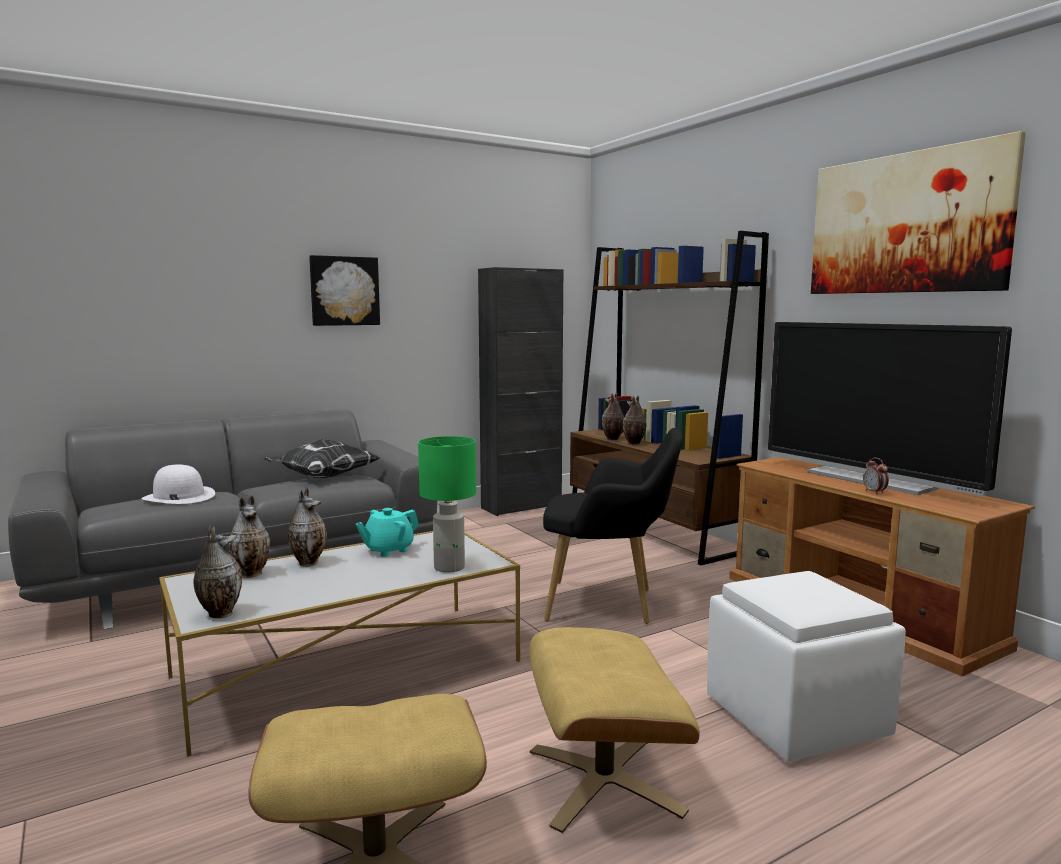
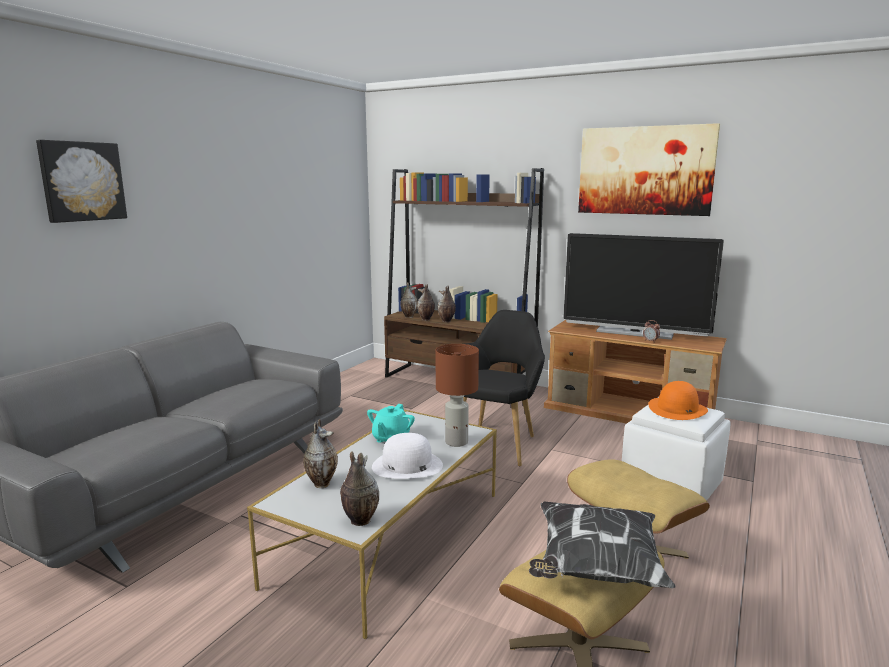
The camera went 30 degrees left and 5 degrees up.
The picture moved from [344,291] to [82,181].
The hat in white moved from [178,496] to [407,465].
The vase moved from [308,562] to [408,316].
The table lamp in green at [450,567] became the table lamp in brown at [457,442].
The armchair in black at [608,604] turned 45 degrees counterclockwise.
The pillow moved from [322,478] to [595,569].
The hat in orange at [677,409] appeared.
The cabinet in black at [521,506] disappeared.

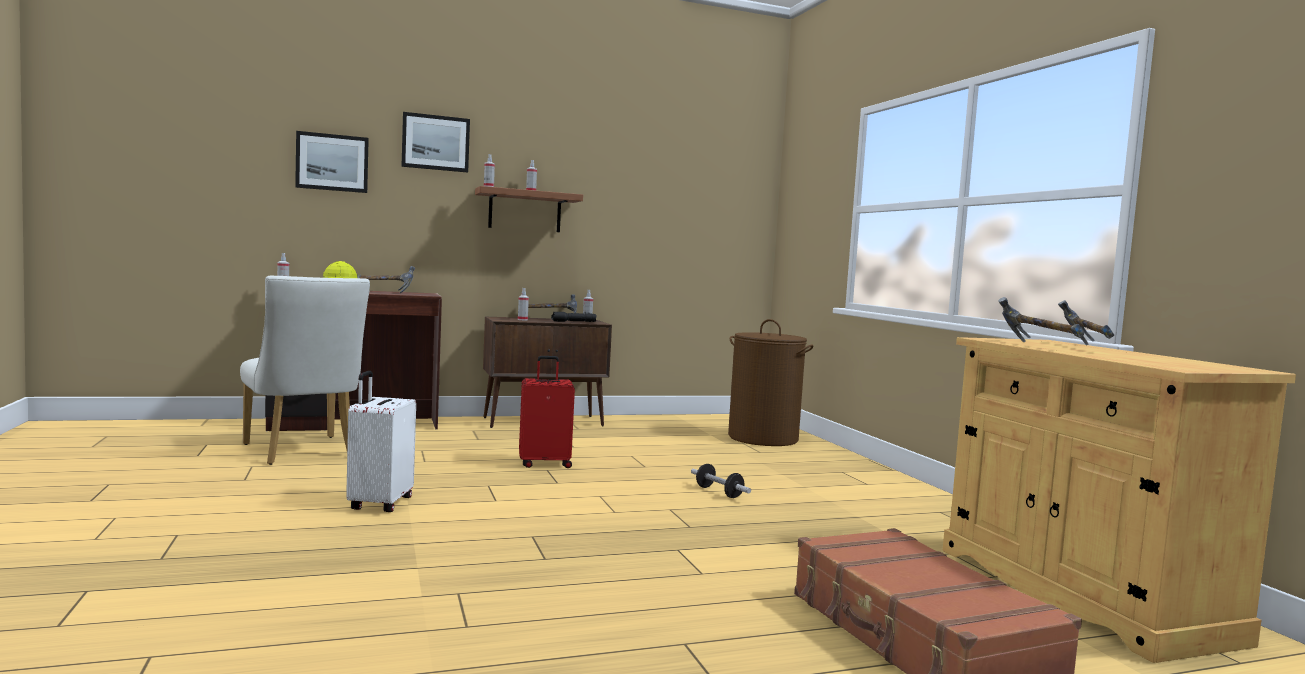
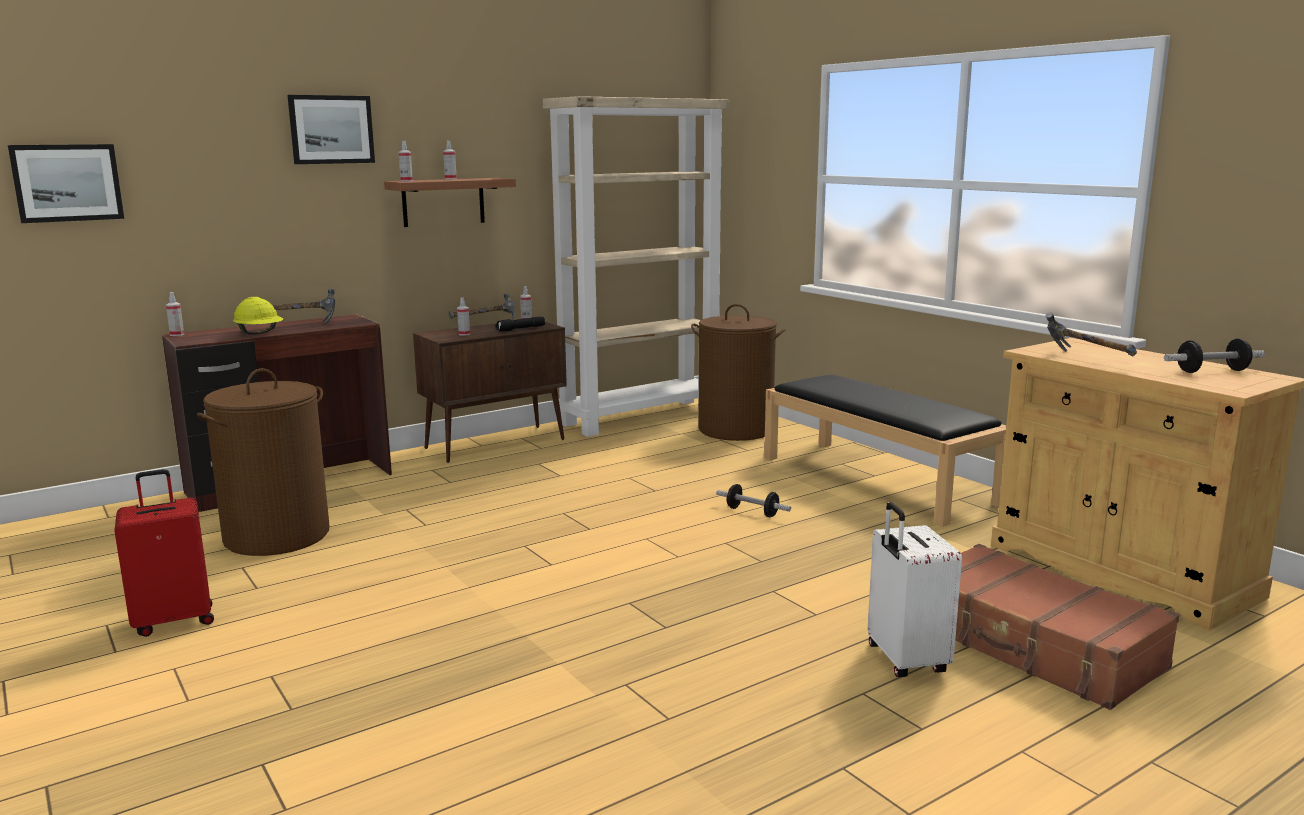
The camera went 15 degrees left and 10 degrees up.
The picture moved from [332,162] to [67,182].
The suitcase in red moved from [545,463] to [174,620].
The chair in white at [302,452] was replaced by the laundry basket in brown at [277,536].
The bookcase in beige at [641,417] appeared.
The bench in black at [878,480] appeared.
The suitcase in white moved from [379,504] to [904,660].
The dumbbell at [1212,371] appeared.
The hammer at [1085,347] disappeared.

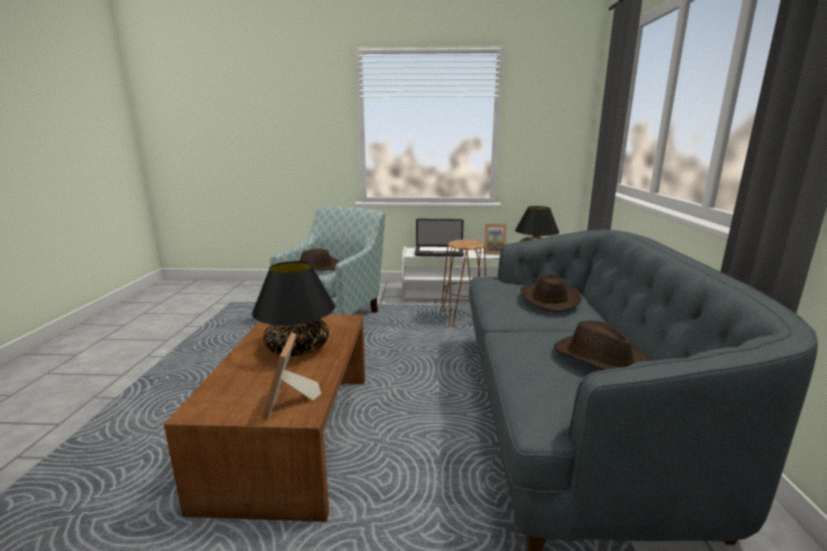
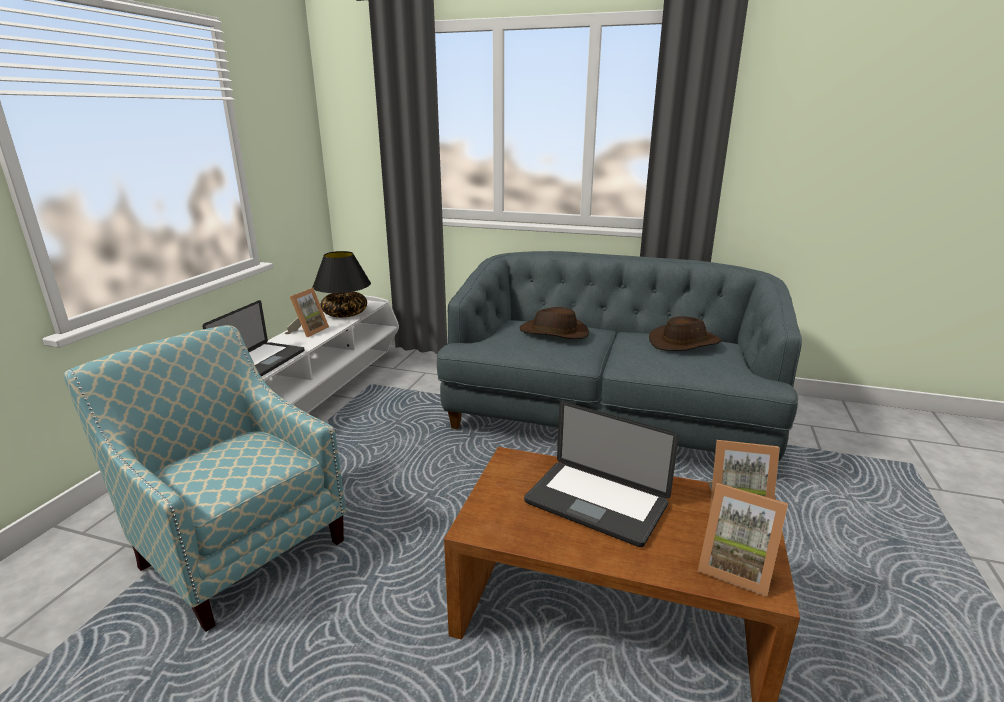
The camera went 75 degrees left and 5 degrees up.
The table lamp in black at [298,348] was replaced by the laptop at [596,503].
The picture frame at [735,567] appeared.
The hat in brown at [315,267] disappeared.
The stool in brown at [463,318] disappeared.

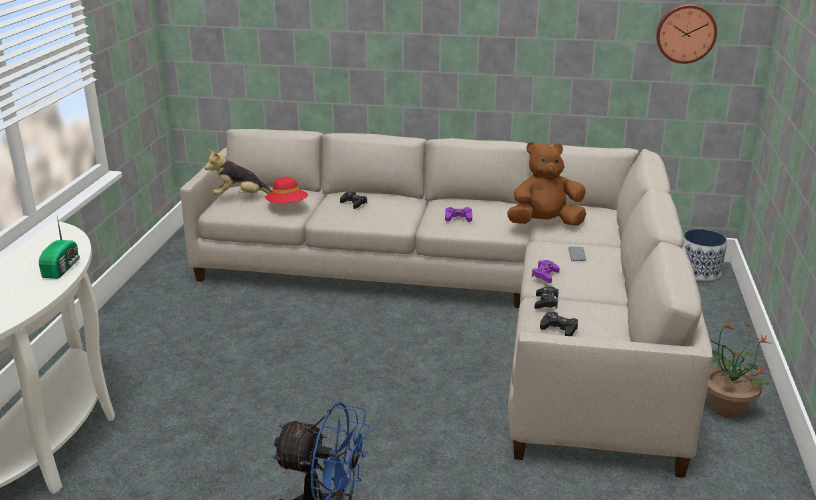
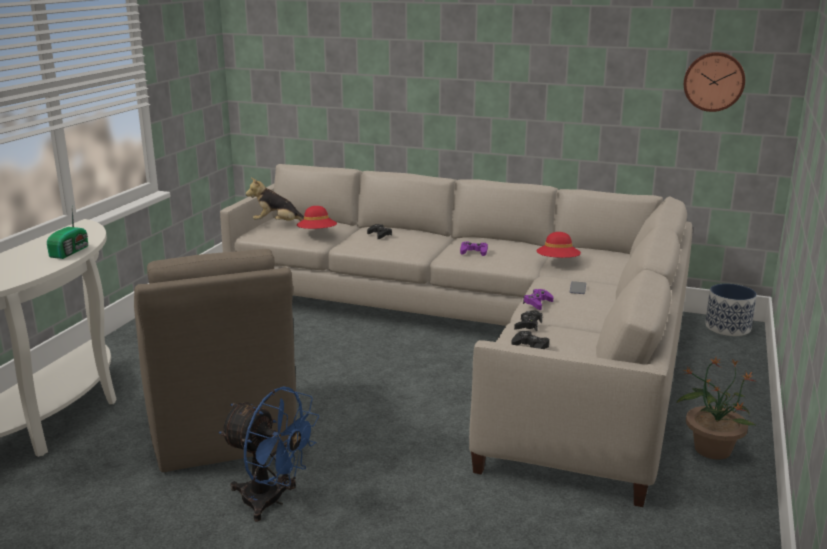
The camera went 10 degrees right and 5 degrees down.
The armchair in brown at [221,431] appeared.
The plush toy in brown at [544,224] was replaced by the hat in red at [558,262].

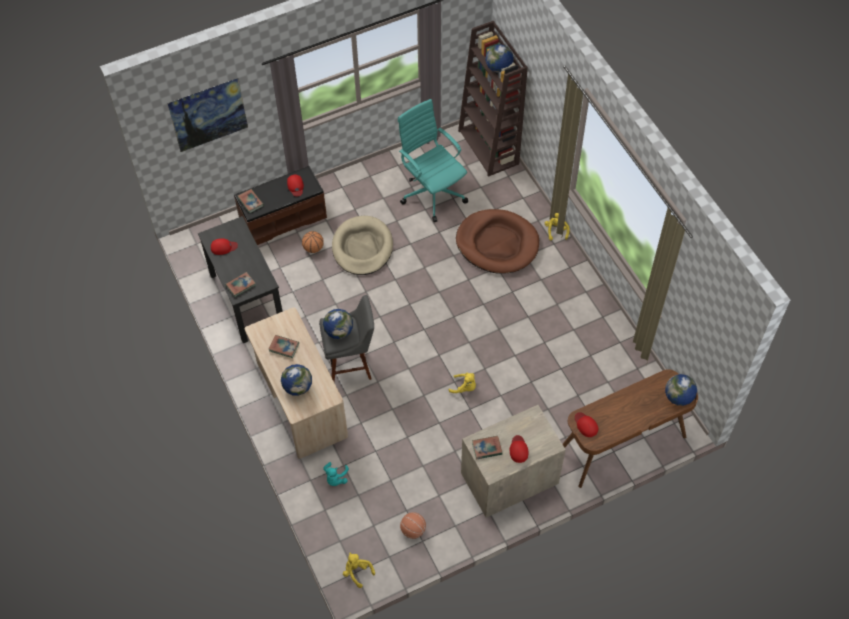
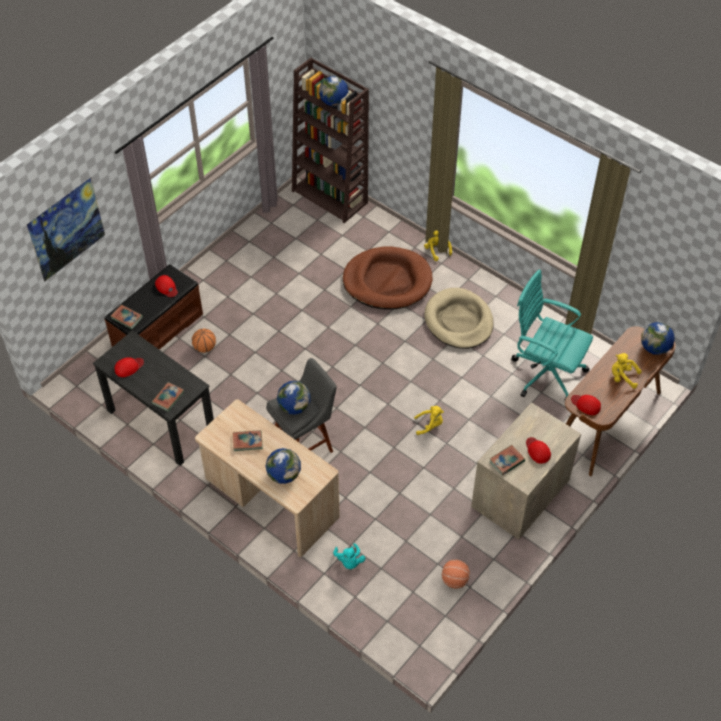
The camera went 25 degrees left and 5 degrees down.
The dog bed in beige moved from [362,247] to [458,321].
The office chair in turquoise moved from [432,192] to [545,372].
The plush toy in yellow moved from [357,572] to [622,377].

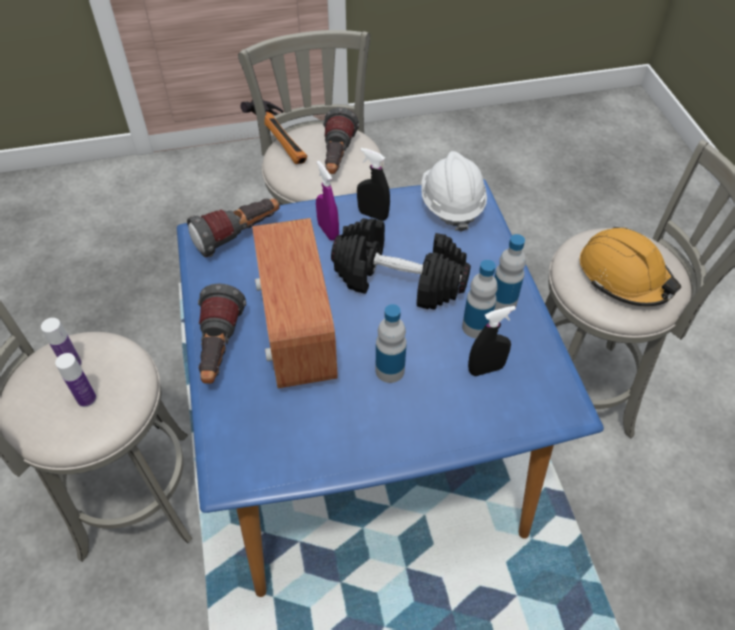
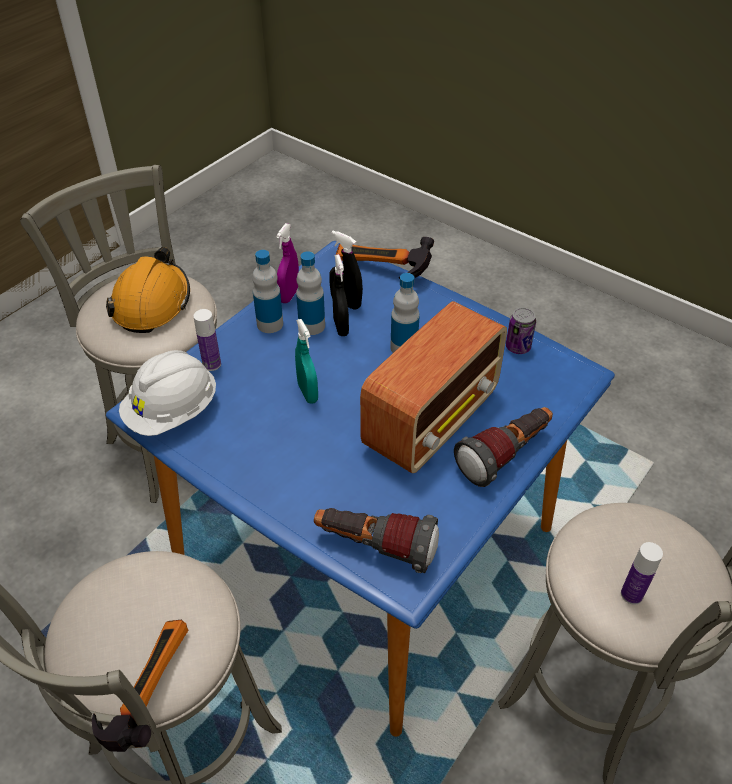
The camera went 130 degrees left and 5 degrees down.
The bottle moved from [87,399] to [212,364].
The spray bottle in purple moved from [328,231] to [289,295].
The dumbbell in black at [399,280] was replaced by the spray bottle in turquoise at [307,393].
The spray bottle in black moved from [373,215] to [341,327].
The hammer at [380,272] appeared.
The can at [518,347] appeared.
The flashlight at [337,159] disappeared.

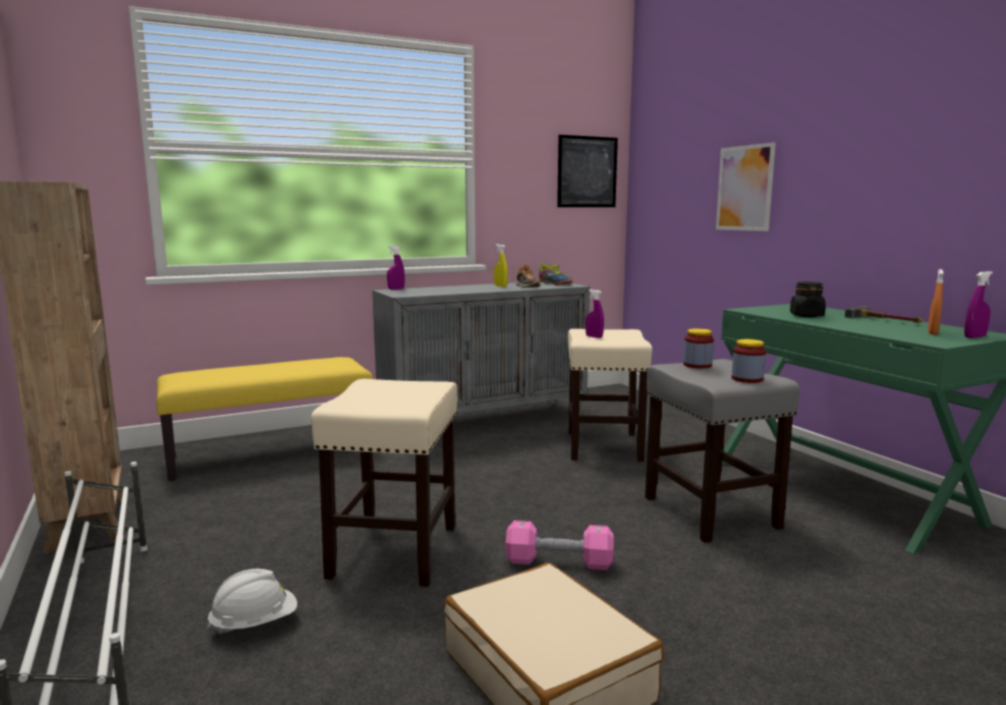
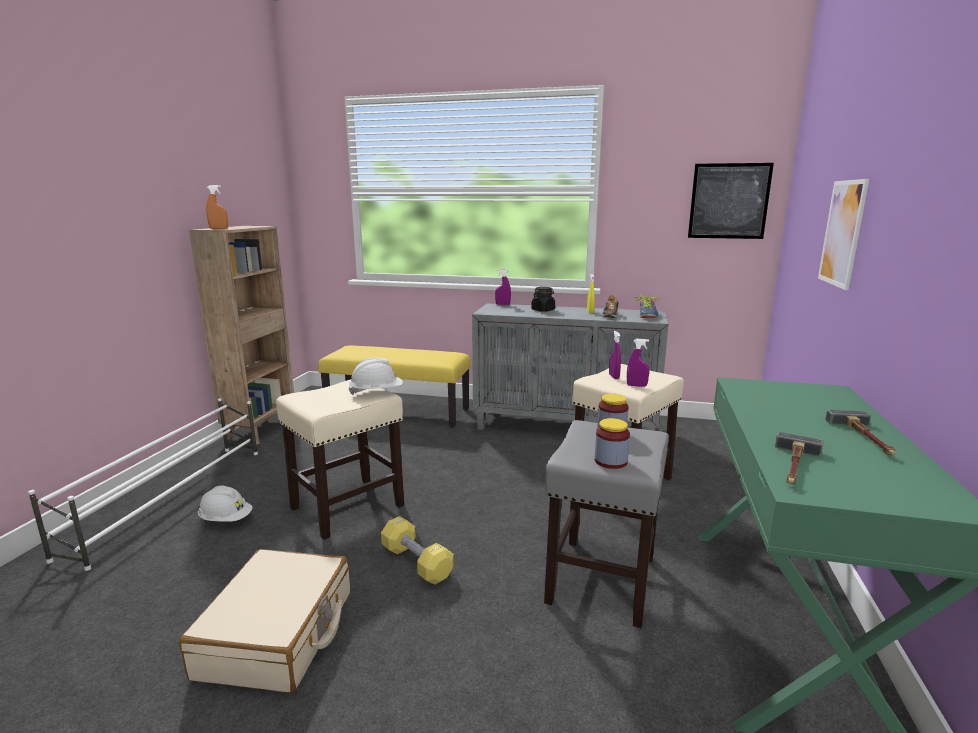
The camera went 40 degrees right and 5 degrees up.
The spray bottle in orange moved from [932,333] to [219,228].
The hard hat in white at [376,393] appeared.
The dumbbell in pink at [559,562] became the dumbbell in yellow at [416,562].
The jar in black moved from [806,316] to [543,310].
The spray bottle in purple moved from [975,337] to [636,385].
The hammer at [794,466] appeared.

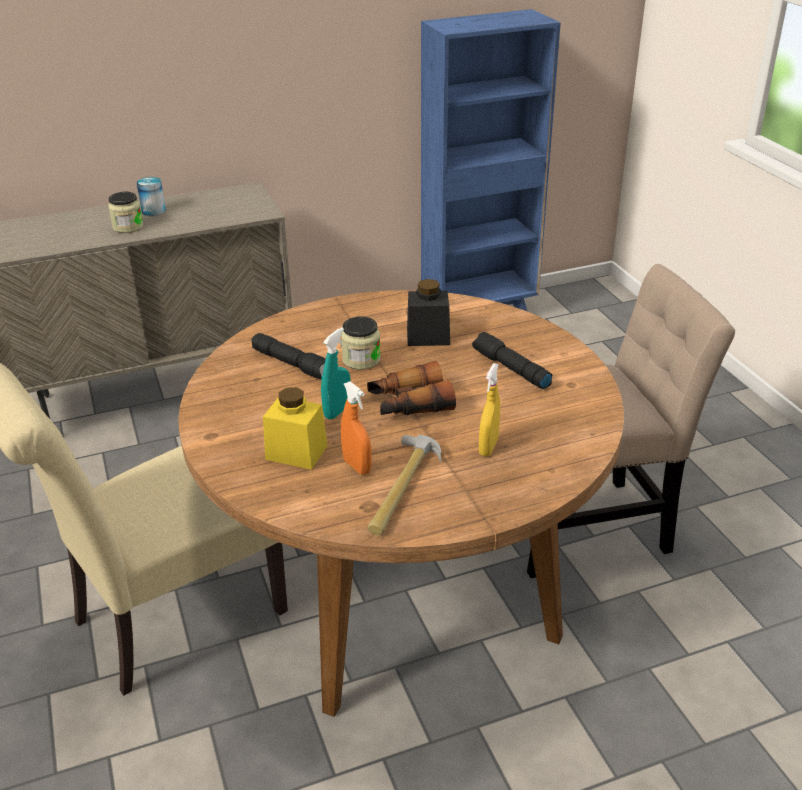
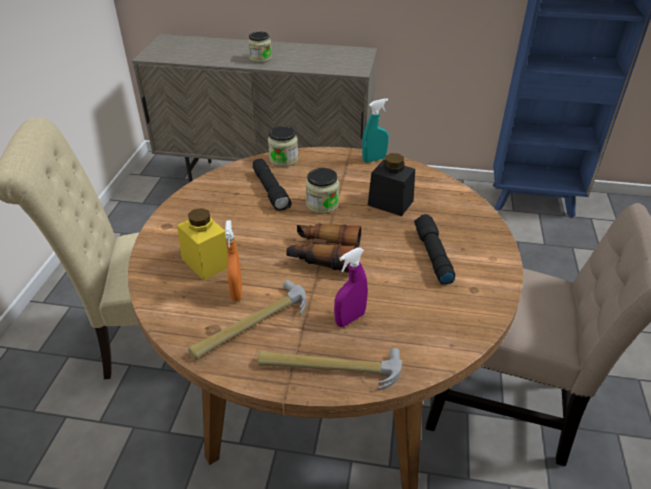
The camera went 30 degrees right and 5 degrees up.
The hammer at [329,367] appeared.
The jar at [283,159] appeared.
The spray bottle in yellow at [488,447] became the spray bottle in purple at [350,319].
The spray bottle in turquoise moved from [337,411] to [374,159].
The can at [153,211] disappeared.

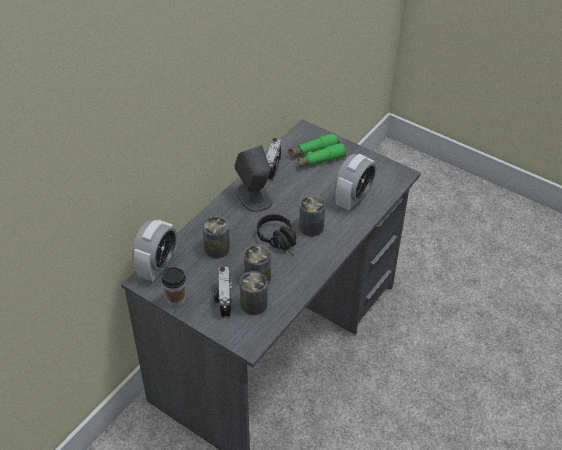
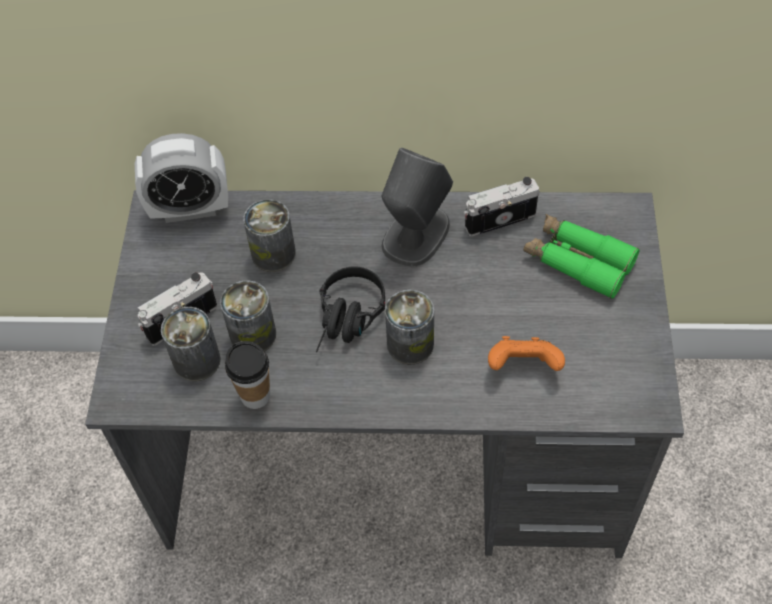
The camera went 60 degrees right and 10 degrees up.
The cup moved from [176,301] to [255,396].
The alarm clock at [353,199] was replaced by the game controller in orange at [523,366].

